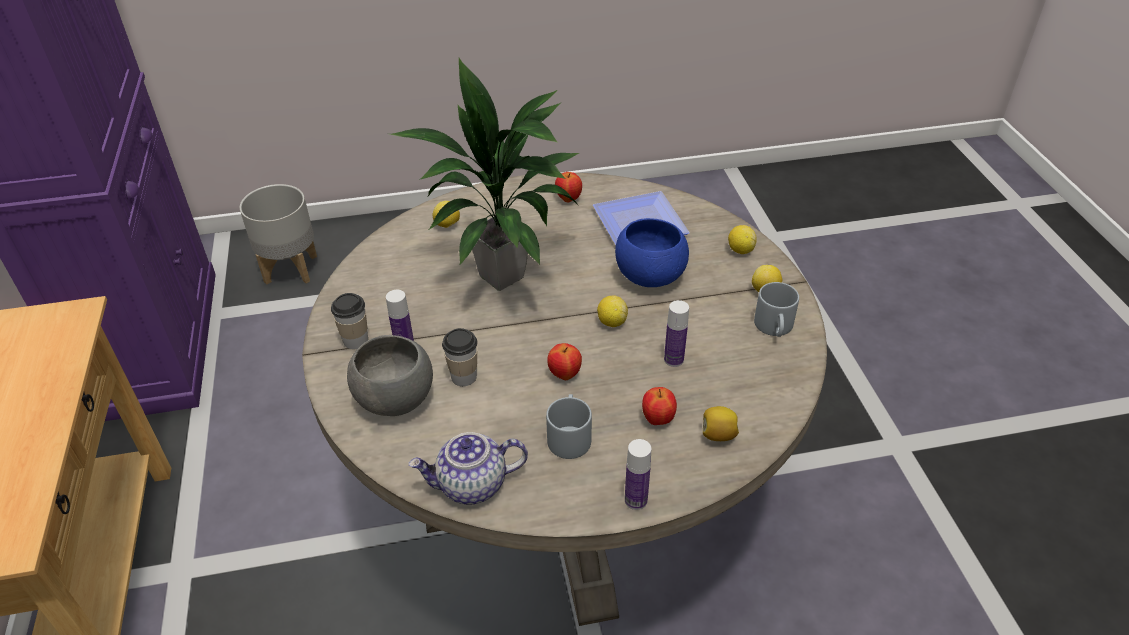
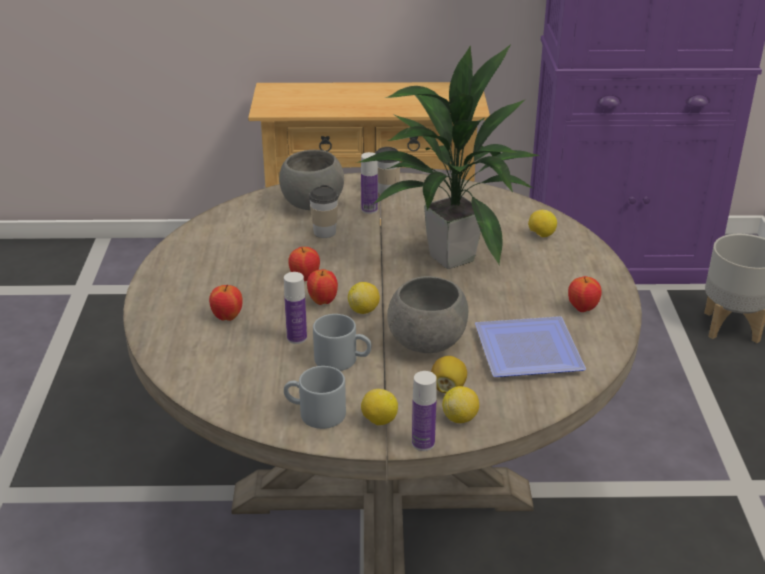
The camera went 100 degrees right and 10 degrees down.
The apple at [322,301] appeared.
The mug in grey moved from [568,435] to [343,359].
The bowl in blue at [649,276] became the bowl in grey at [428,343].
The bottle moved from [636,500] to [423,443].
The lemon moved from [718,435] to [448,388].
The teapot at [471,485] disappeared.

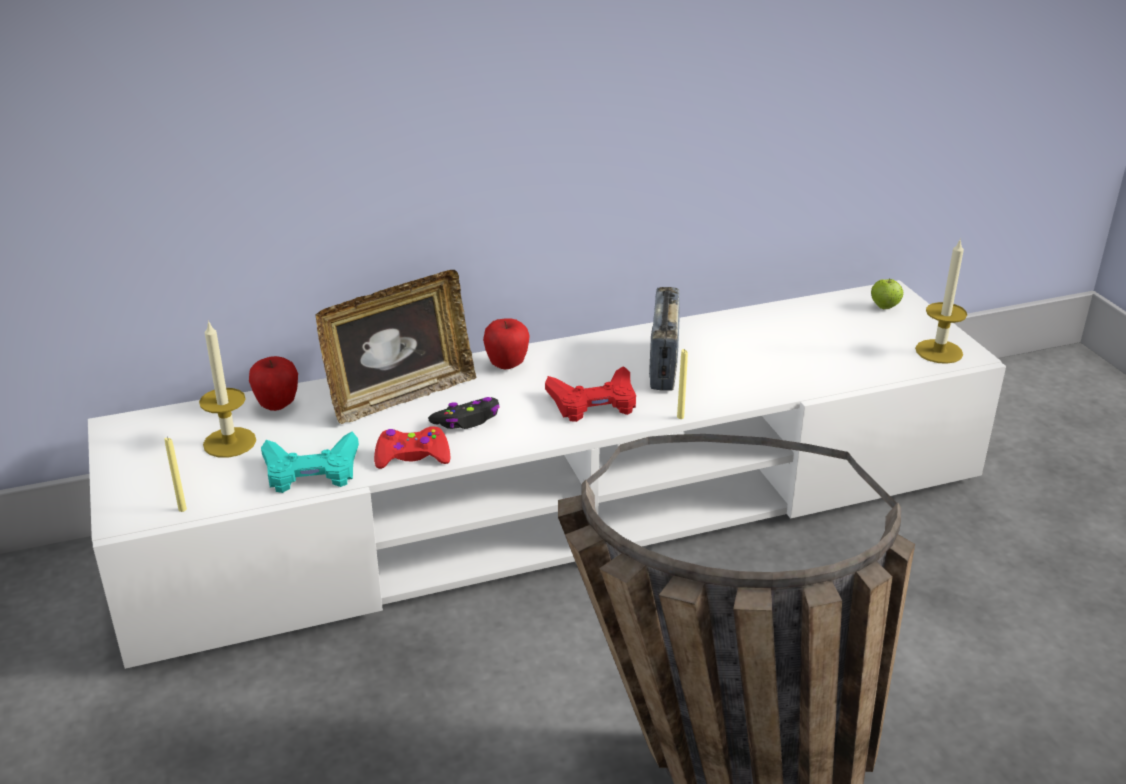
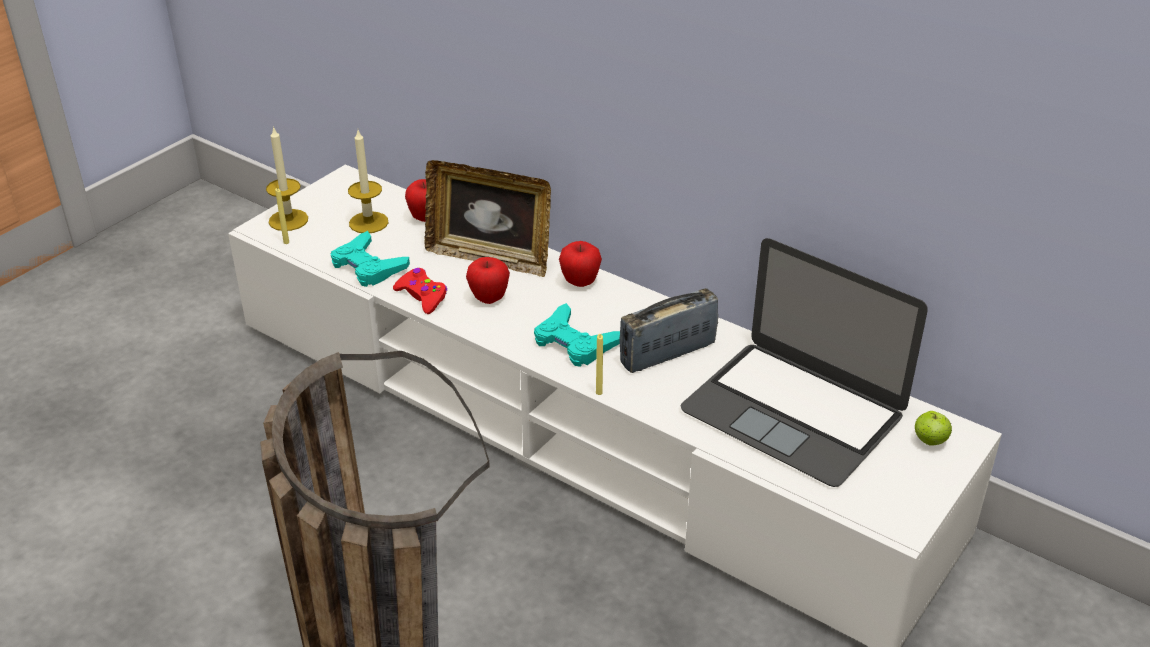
The camera went 55 degrees right and 5 degrees up.
The candle moved from [939,351] to [288,220].
The game controller in black at [467,420] was replaced by the apple at [489,298].
The game controller in red at [593,402] became the game controller in turquoise at [574,343].
The laptop at [793,412] appeared.

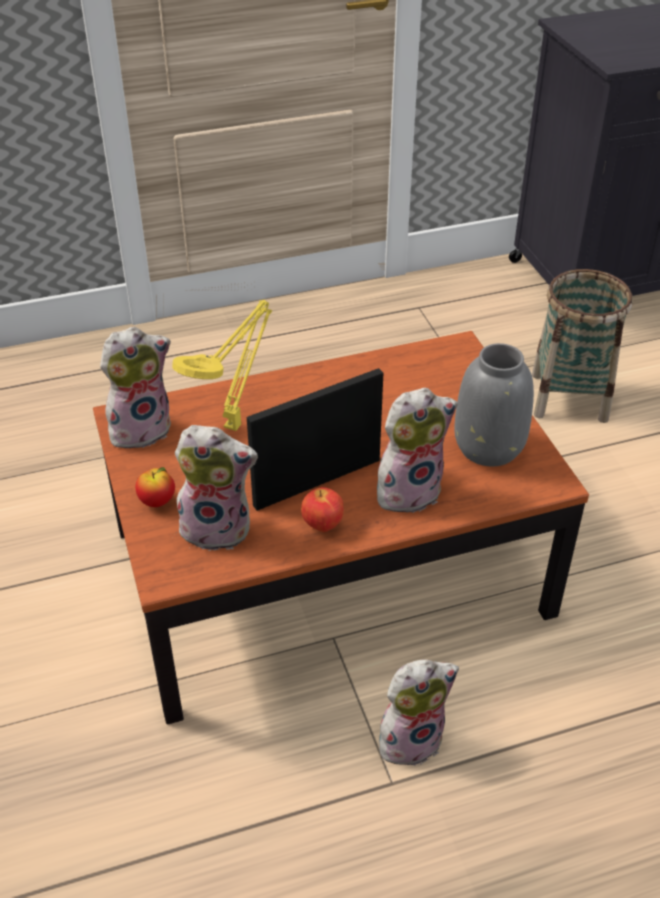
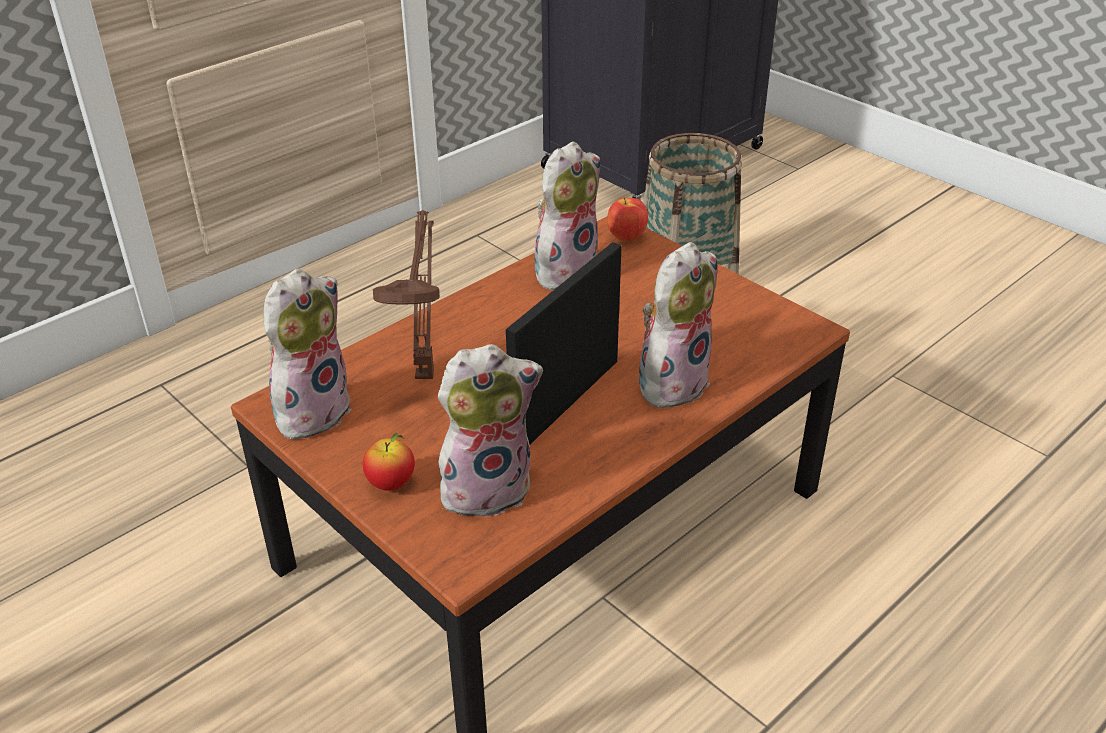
The camera went 25 degrees left and 5 degrees down.
The table lamp in yellow at [235,424] became the table lamp in brown at [425,372].
The plush toy moved from [411,738] to [565,270].
The apple moved from [322,525] to [626,238].
The vase in grey at [489,446] disappeared.

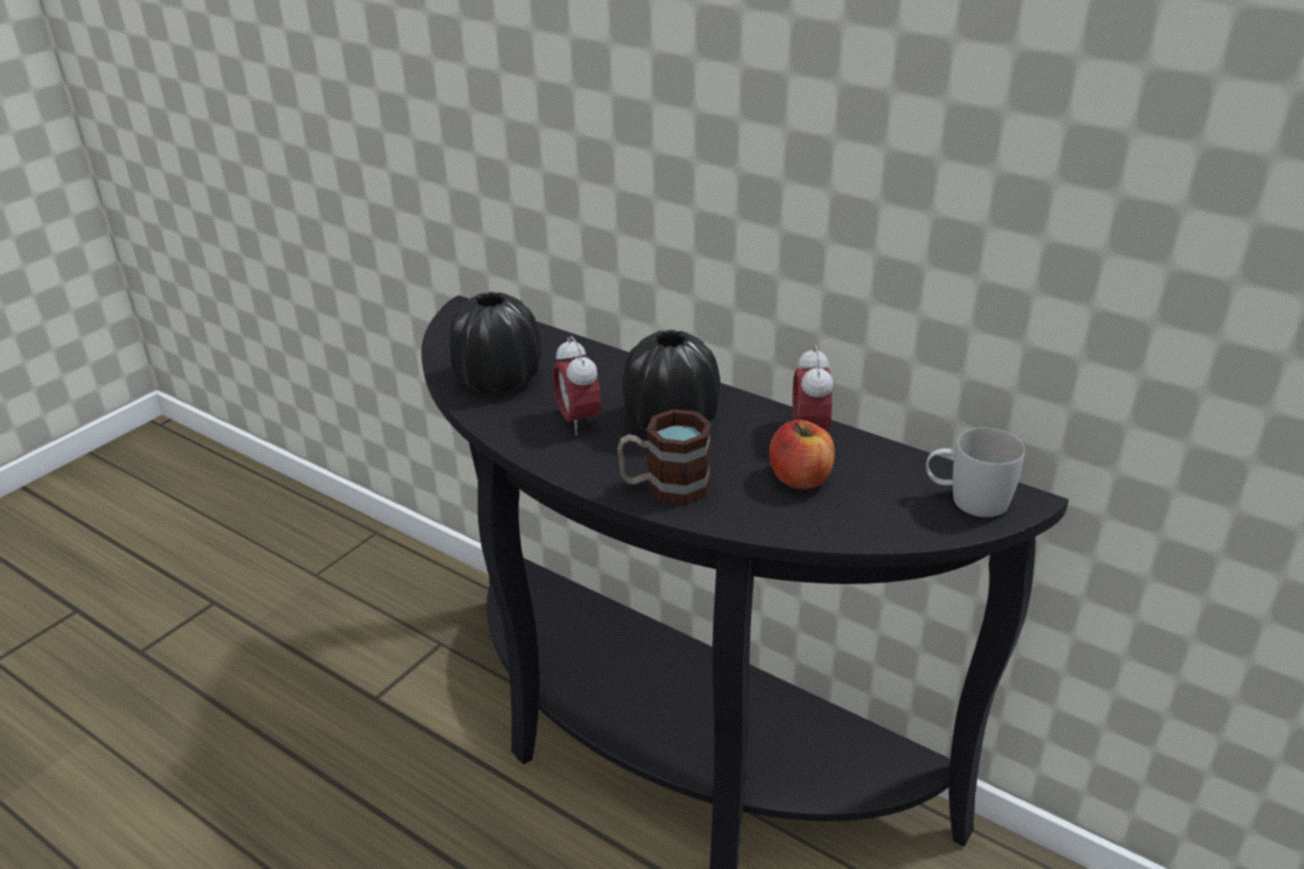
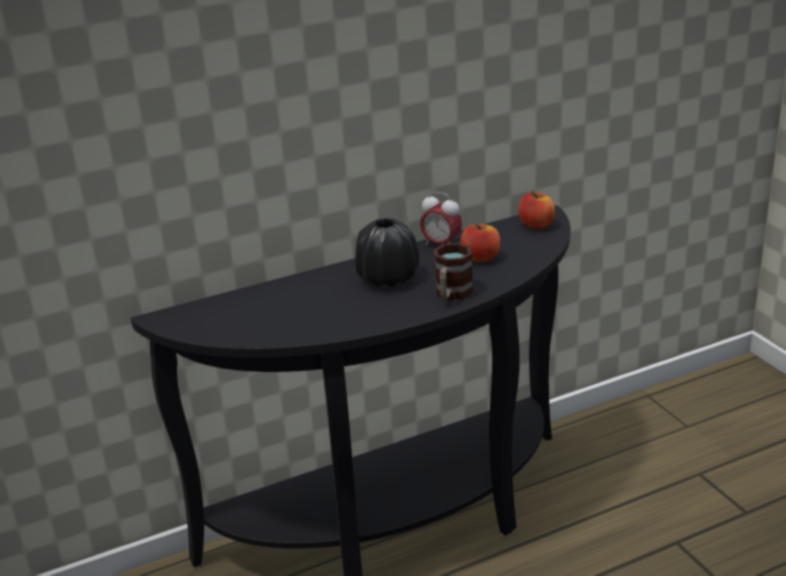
The camera went 60 degrees left and 5 degrees down.
The mug in white at [967,500] was replaced by the apple at [536,225].
The vase in black at [498,379] disappeared.
The alarm clock at [578,421] disappeared.

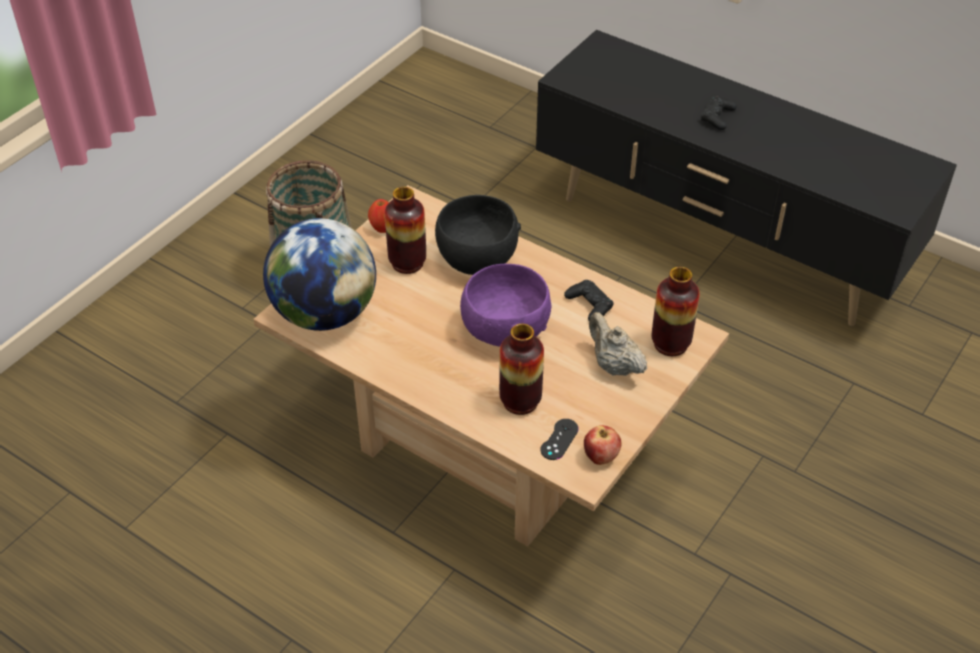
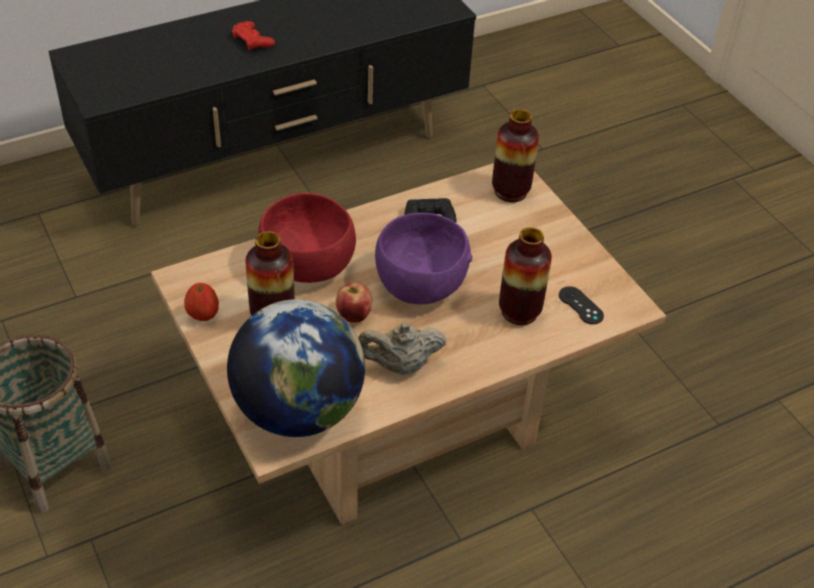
The camera went 65 degrees left and 0 degrees up.
The game controller in black at [717,117] became the game controller in red at [252,41].
The bowl in black at [477,259] became the bowl in red at [308,265].
The apple moved from [600,457] to [354,316].
The teapot in beige moved from [614,365] to [400,365].

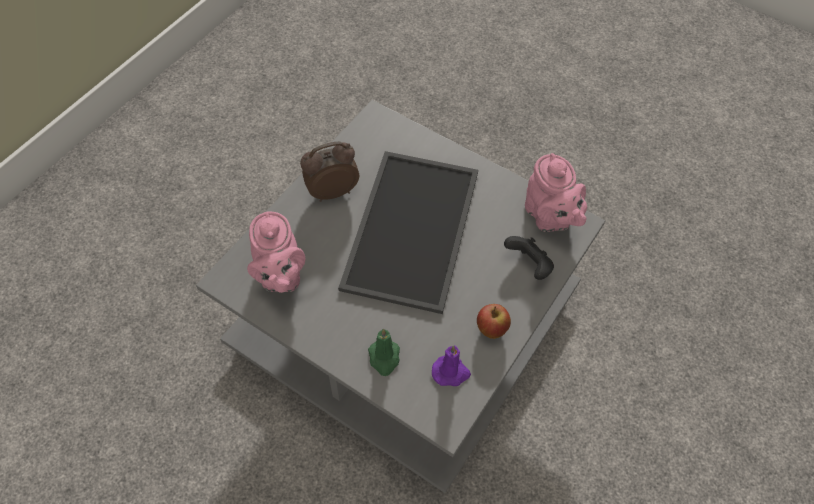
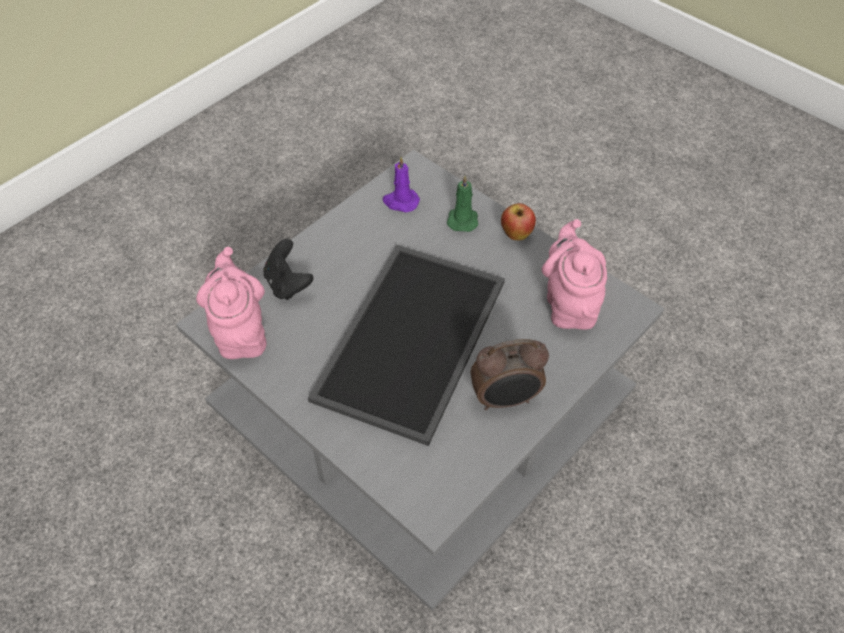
The camera went 170 degrees left and 5 degrees down.
The apple moved from [491,330] to [516,235].

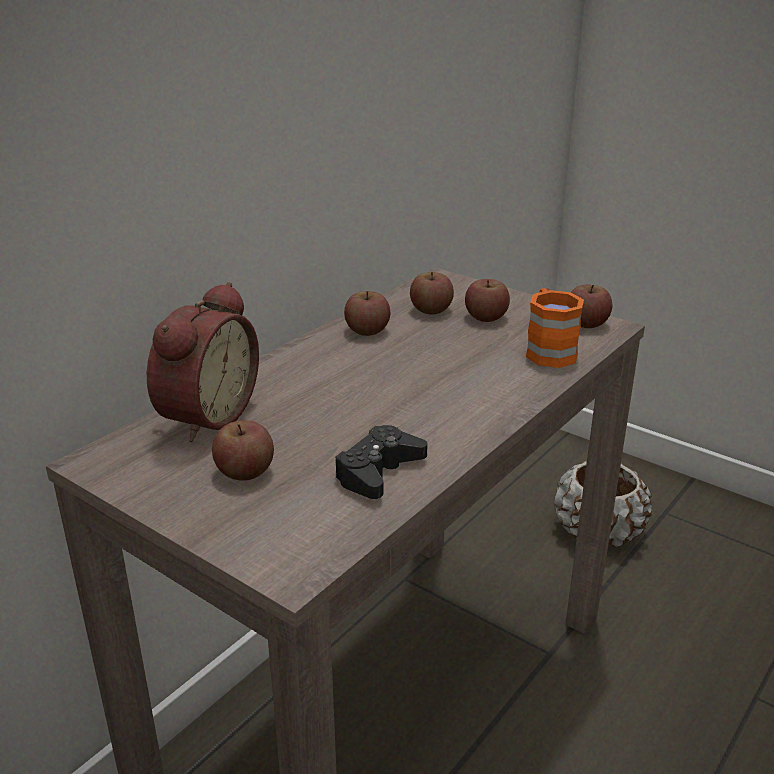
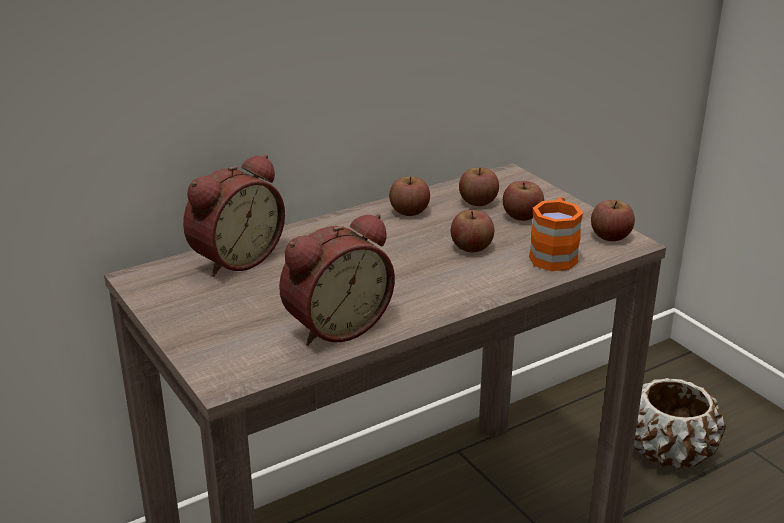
The camera went 20 degrees right and 0 degrees up.
The game controller in black at [378,471] was replaced by the alarm clock at [335,325].
The apple moved from [245,471] to [471,247].

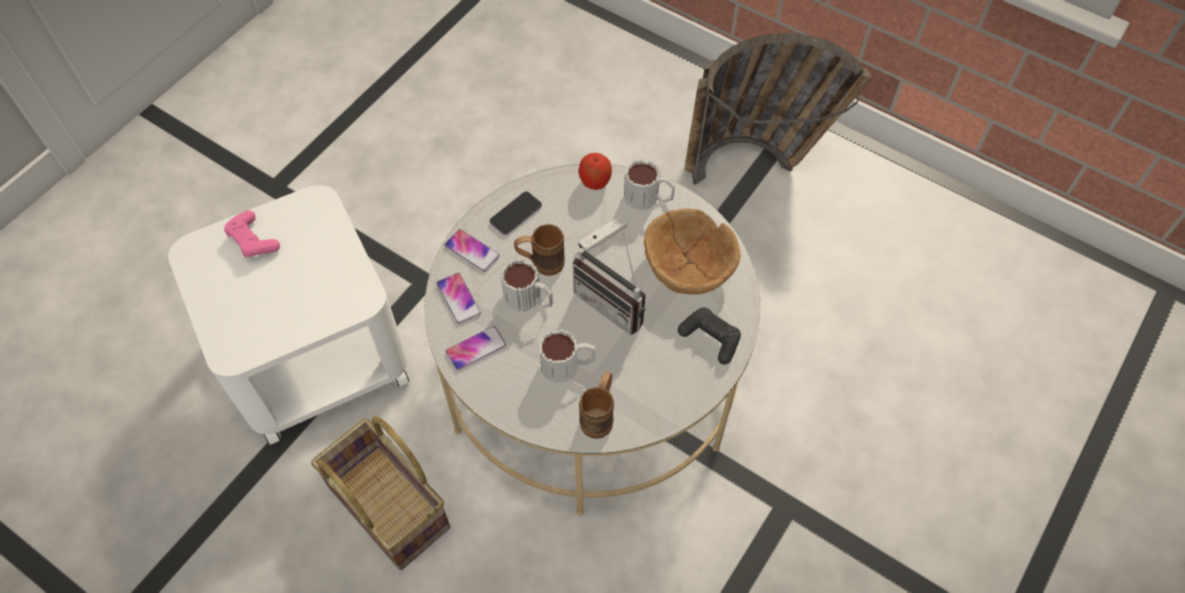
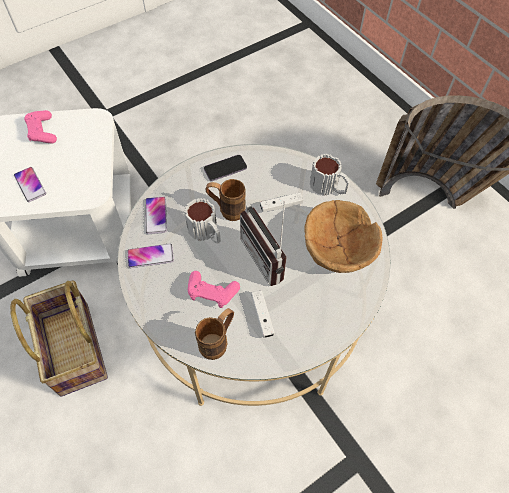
The camera went 20 degrees right and 0 degrees up.
The phone moved from [472,251] to [30,185].
The mug at [568,365] was replaced by the game controller in pink at [212,292].
The game controller in white at [262,316] appeared.
The apple at [595,181] disappeared.
The game controller in black at [710,338] disappeared.

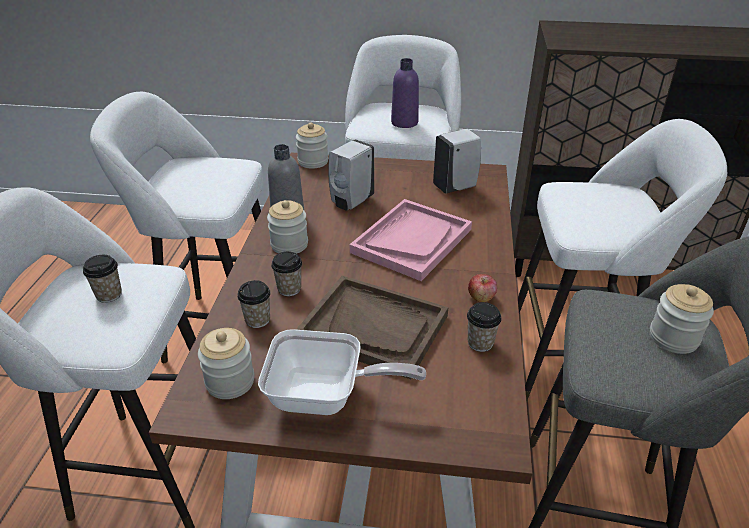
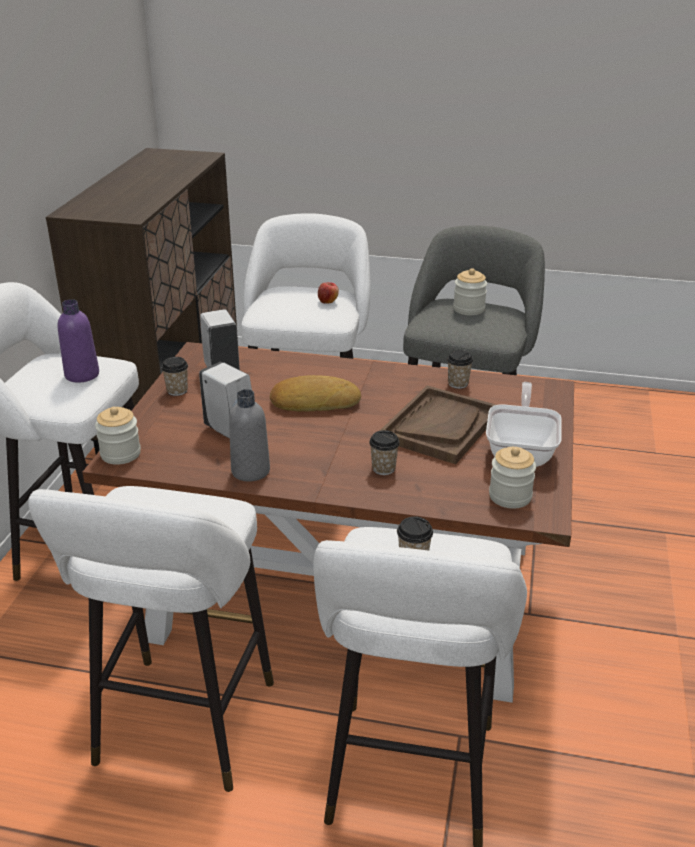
The camera went 85 degrees left and 5 degrees down.
The cup moved from [257,320] to [177,391].
The tray in pink at [412,240] was replaced by the bread at [314,401].
The apple moved from [481,297] to [328,300].
The jar at [289,245] disappeared.

